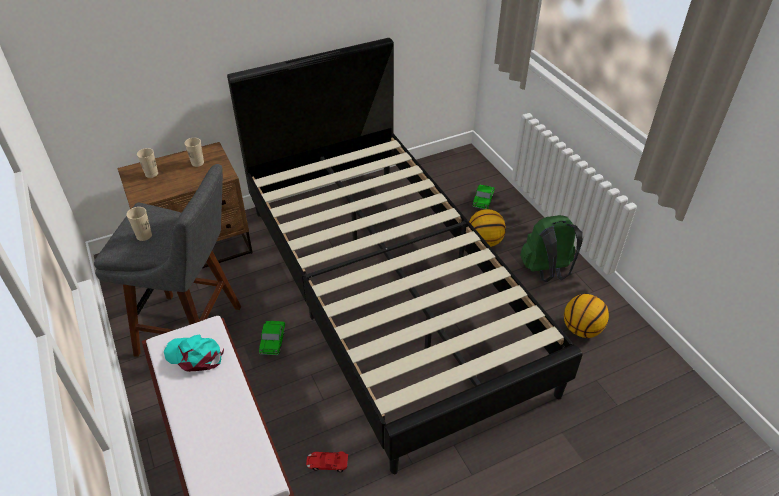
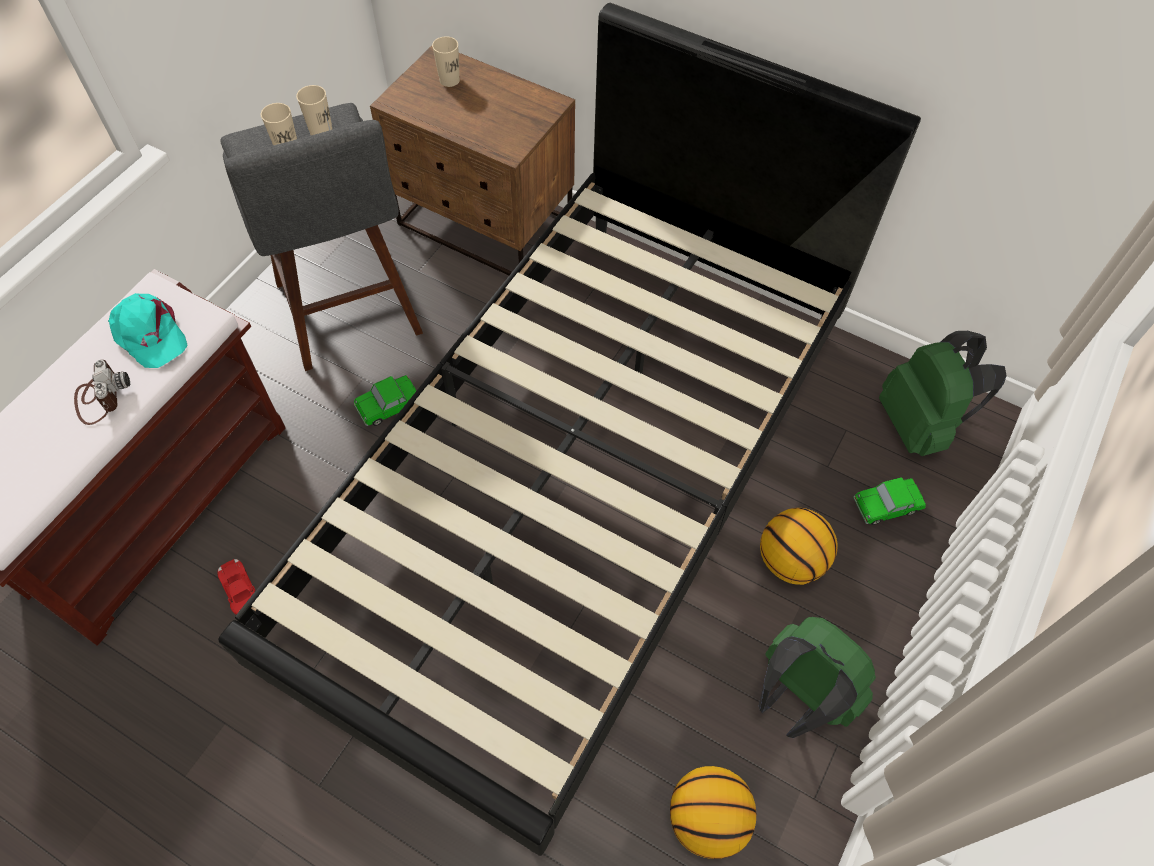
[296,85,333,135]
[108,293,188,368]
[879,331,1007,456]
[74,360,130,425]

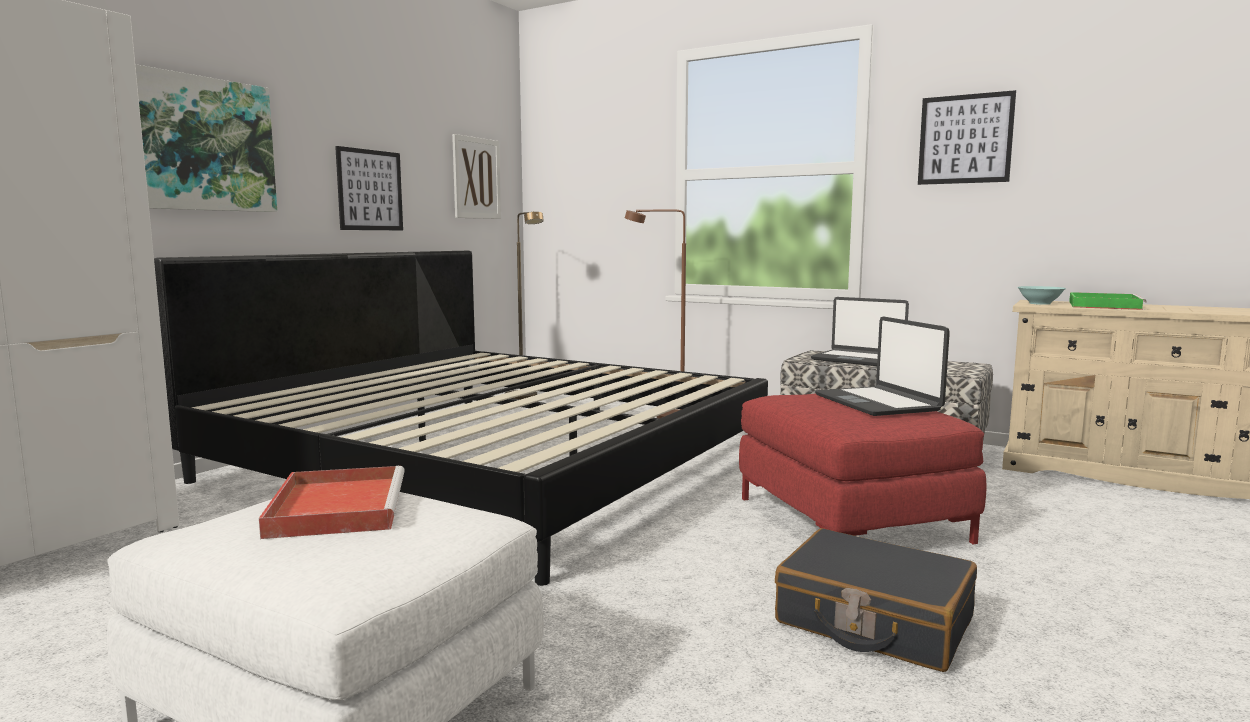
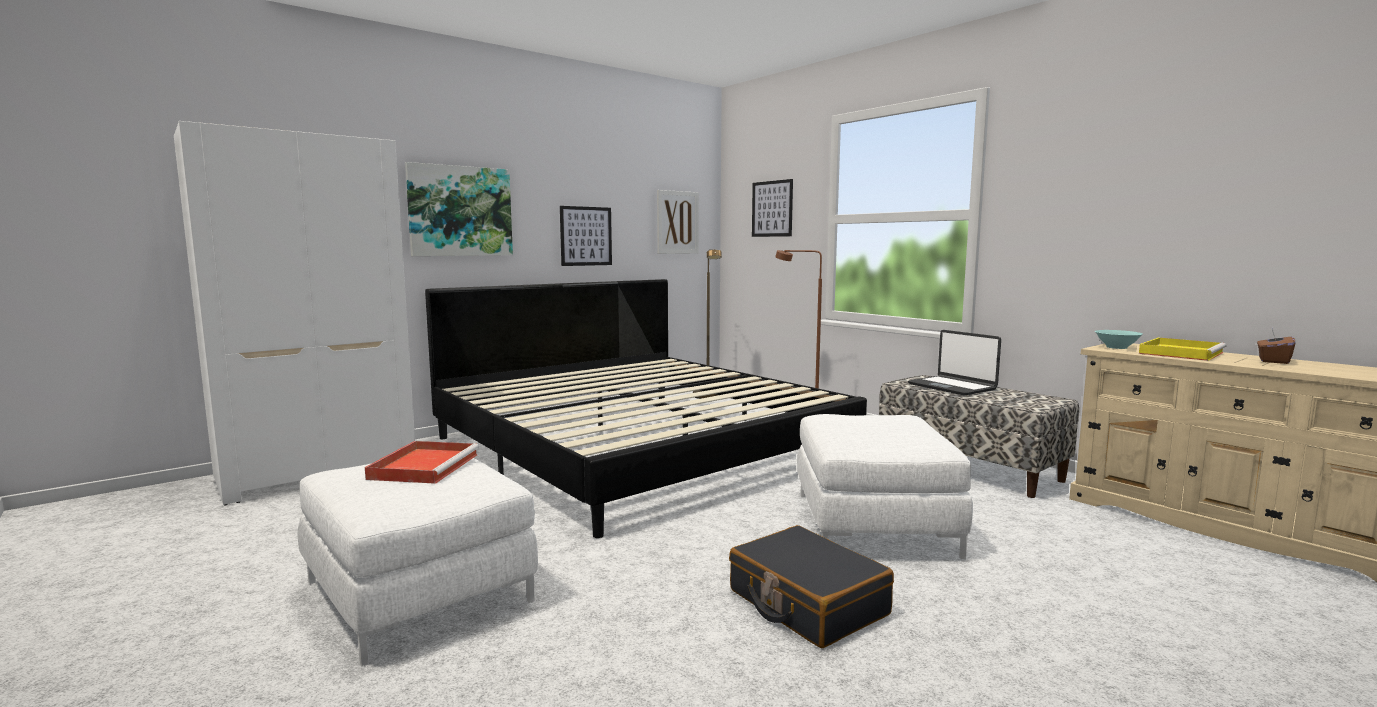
[752,179,793,237]
[1139,337,1227,361]
[815,316,950,416] (first image)
[797,414,973,560]
[1257,328,1295,364]

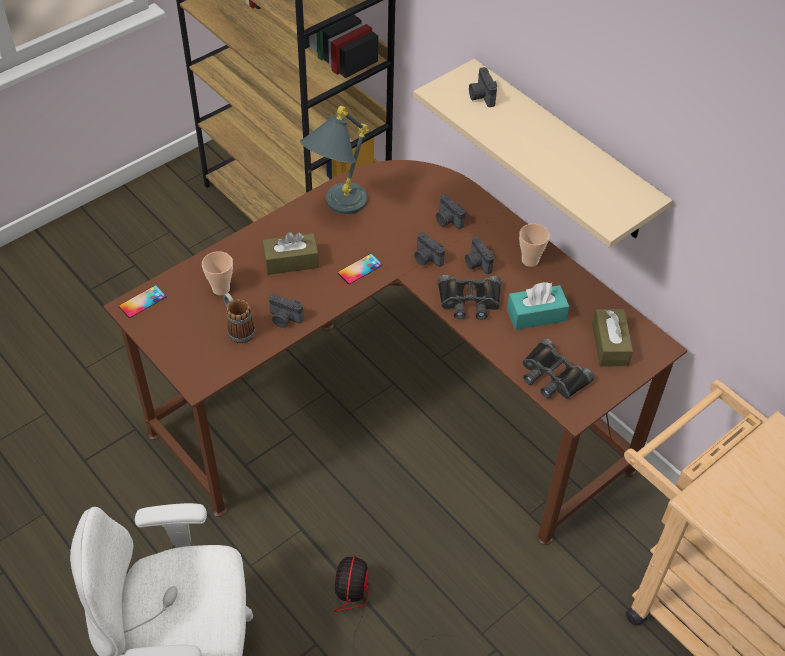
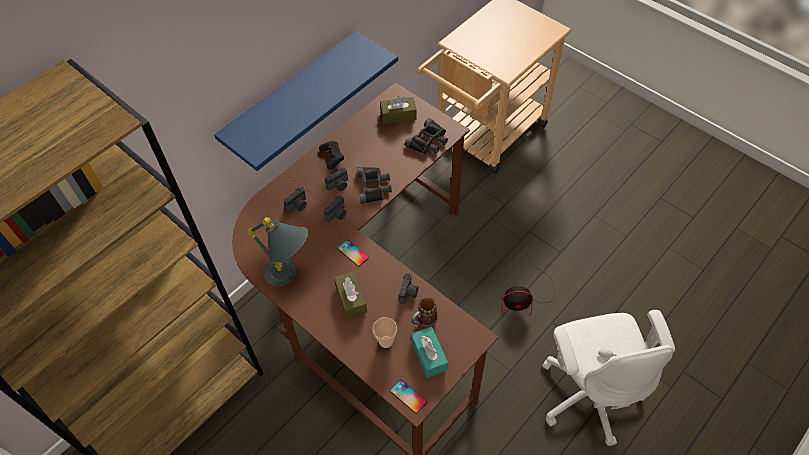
[214,31,398,171]
[469,67,497,107] (first image)
[319,141,344,169]
[411,326,448,378]

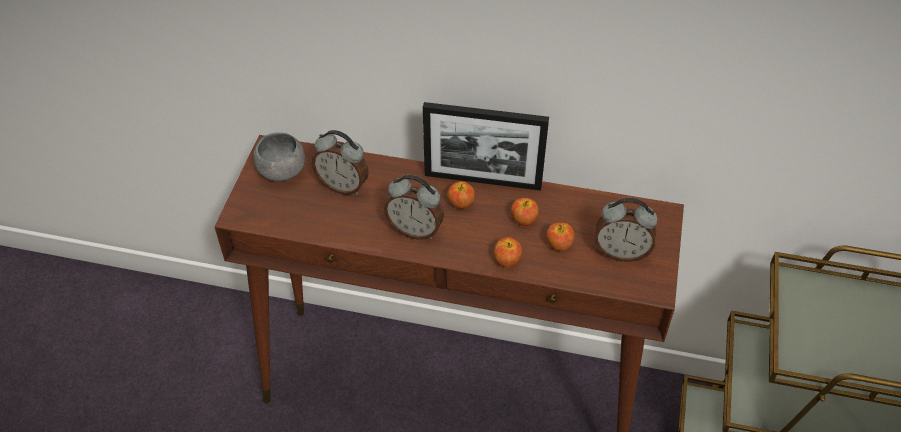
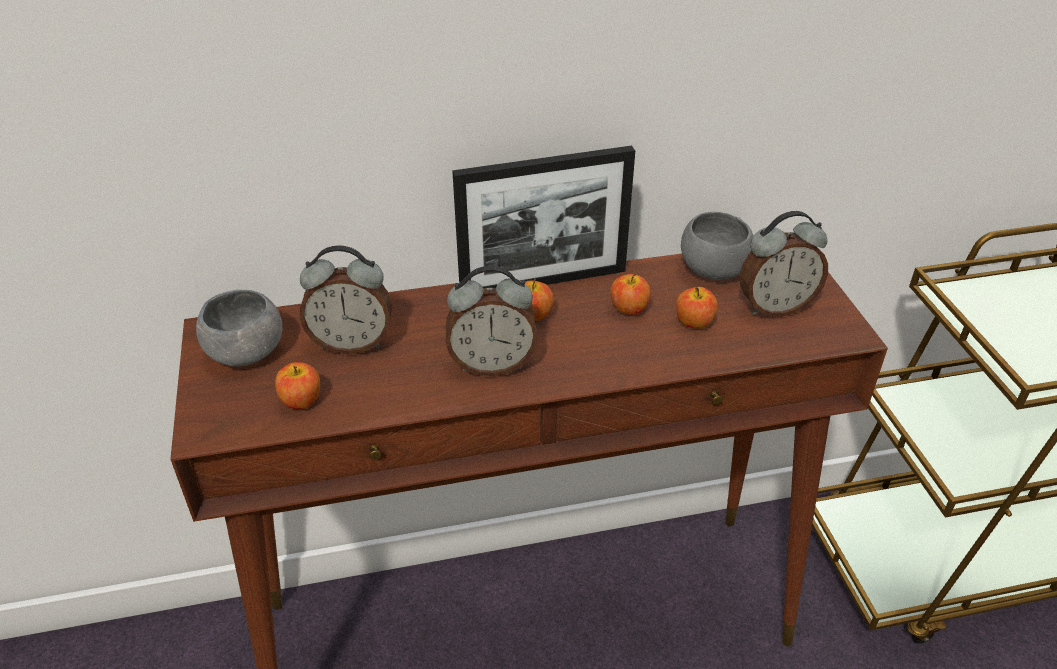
[275,362,320,409]
[681,212,753,280]

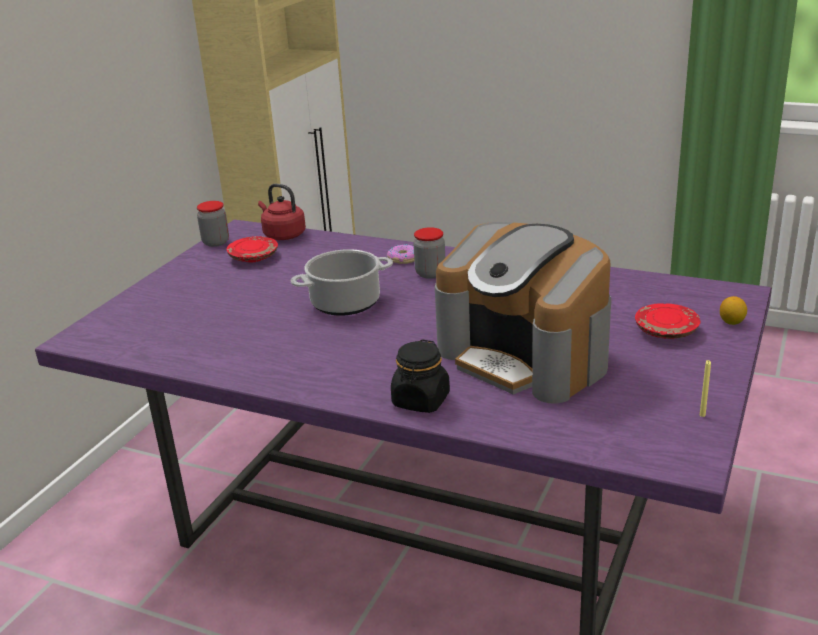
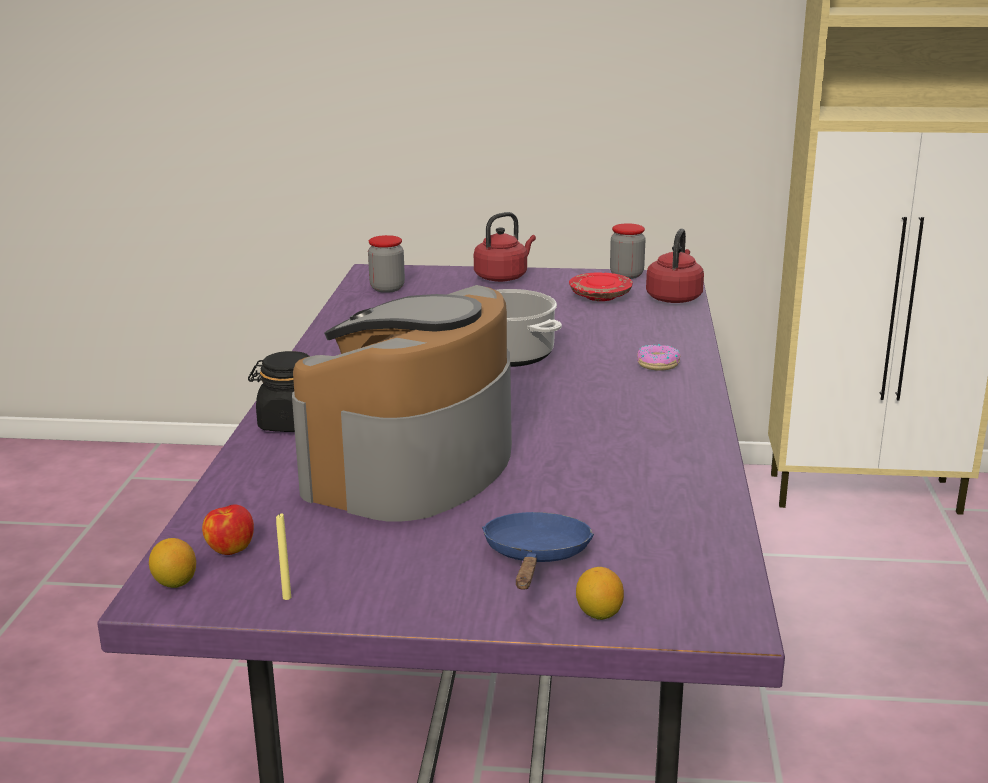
[368,235,405,293]
[482,512,594,590]
[474,212,536,282]
[202,505,254,555]
[149,538,196,588]

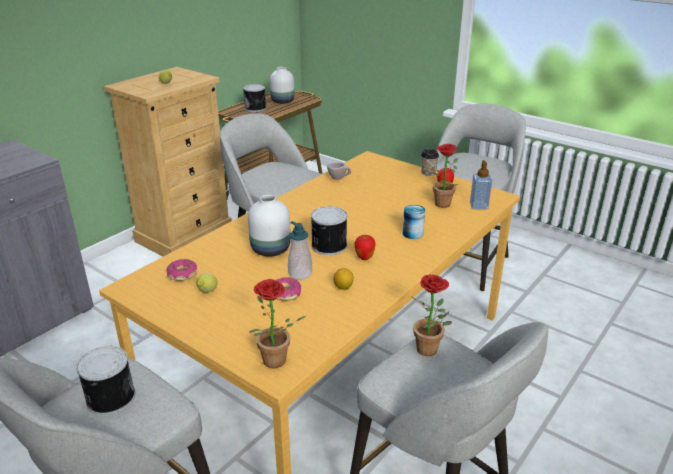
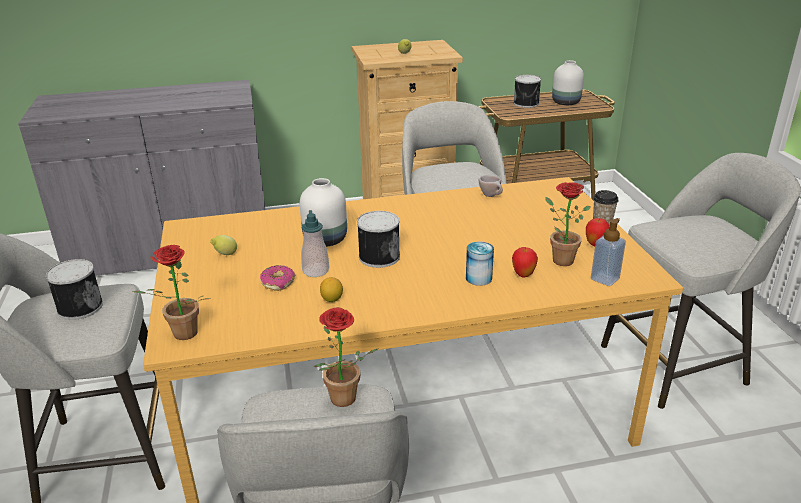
[512,247,538,278]
[167,259,197,281] (first image)

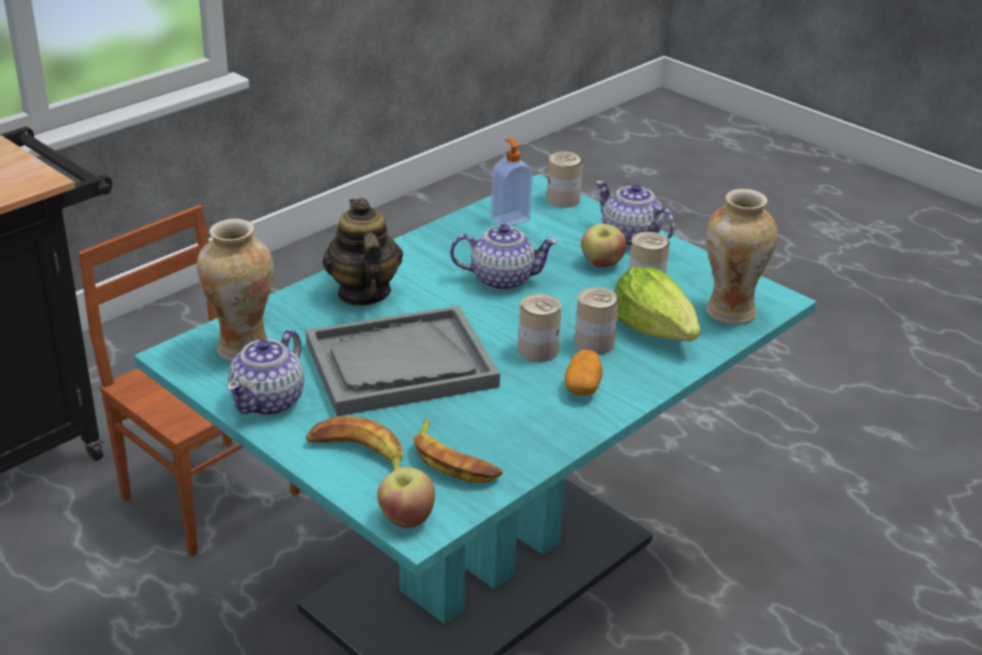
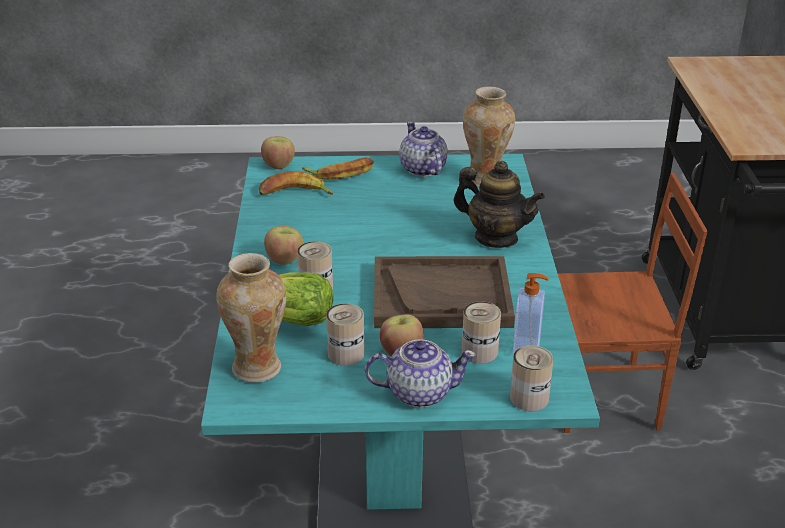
[374,256,515,328]
[462,301,501,364]
[306,306,500,416] (first image)
[264,226,303,265]

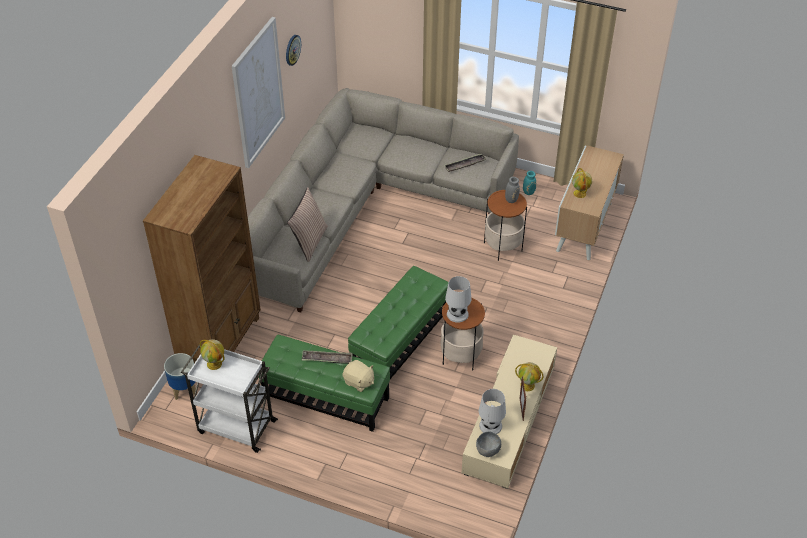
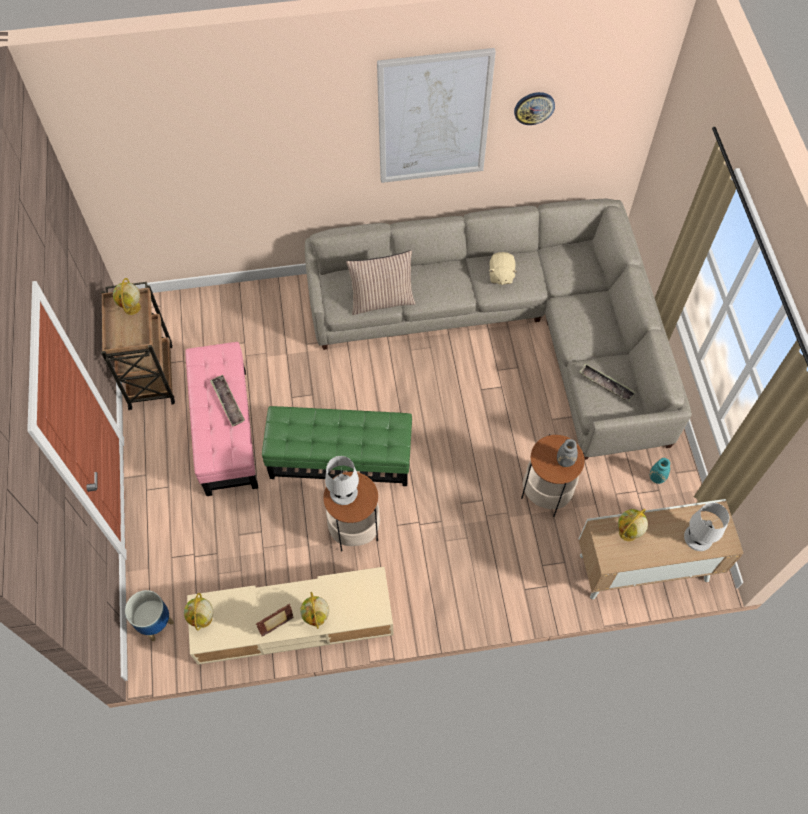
[143,155,261,363] (first image)
[185,342,258,496]
[101,282,175,410]
[125,590,174,641]
[489,252,517,285]
[684,502,730,551]
[184,593,213,631]

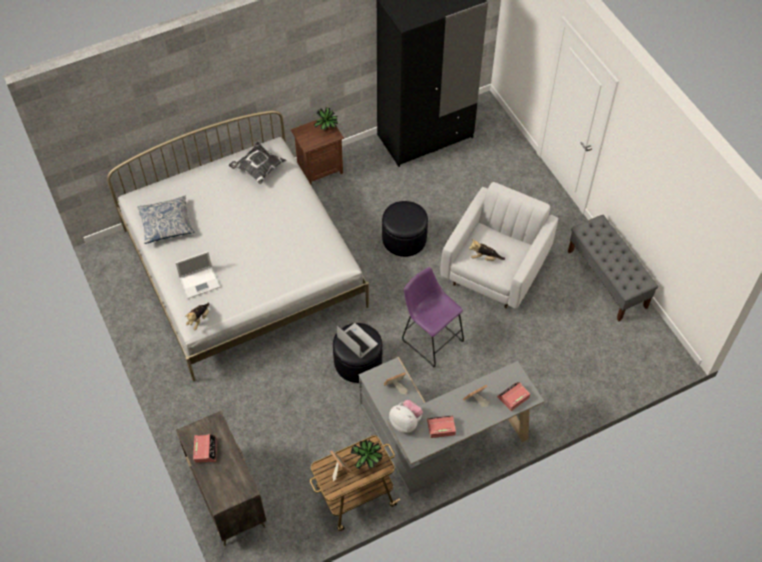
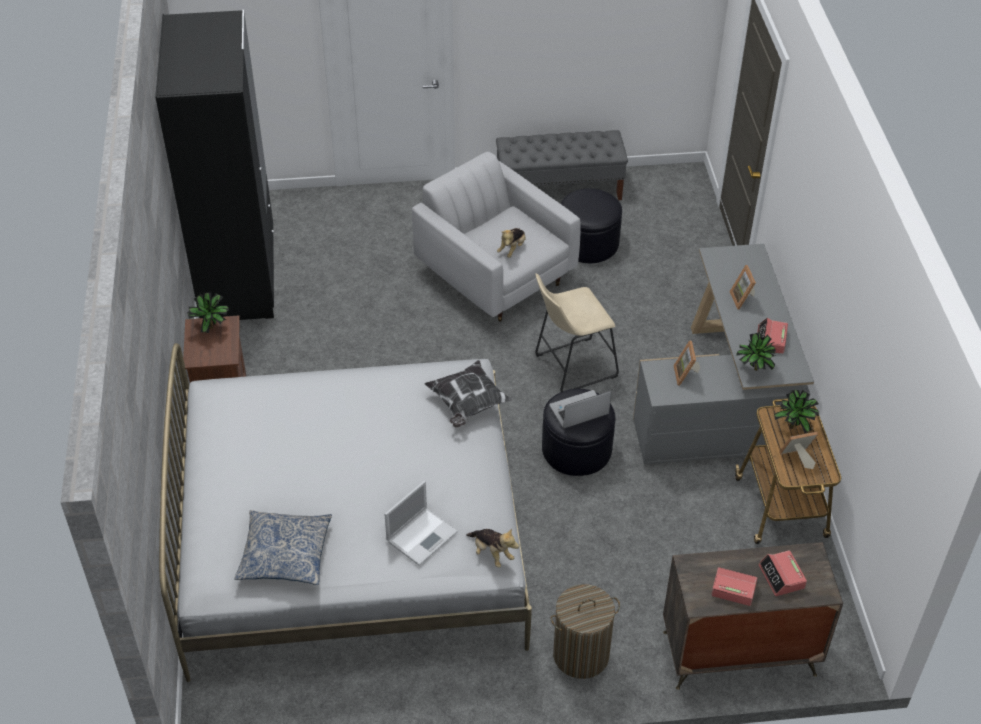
[424,360,512,428]
[561,188,622,263]
[385,481,458,566]
[535,273,619,392]
[758,550,807,596]
[736,332,776,371]
[550,584,620,679]

